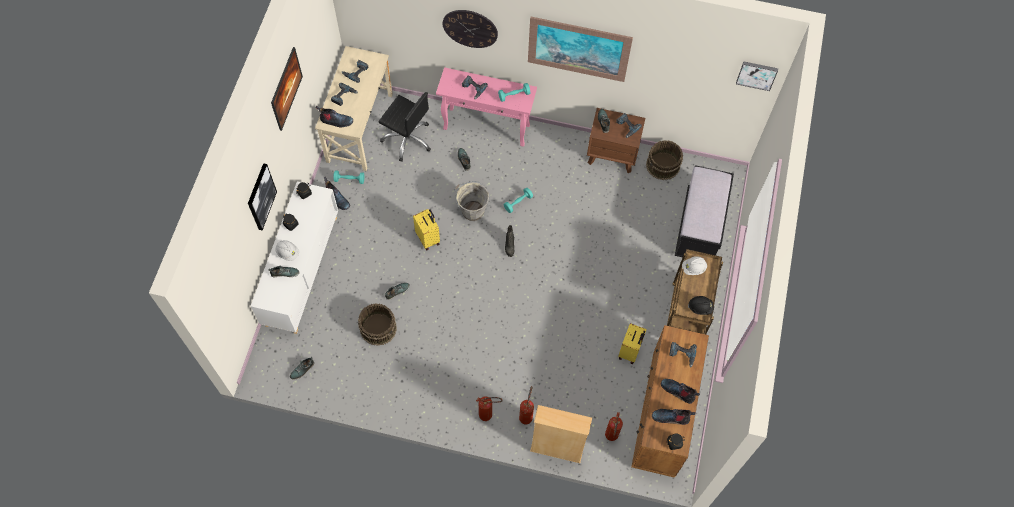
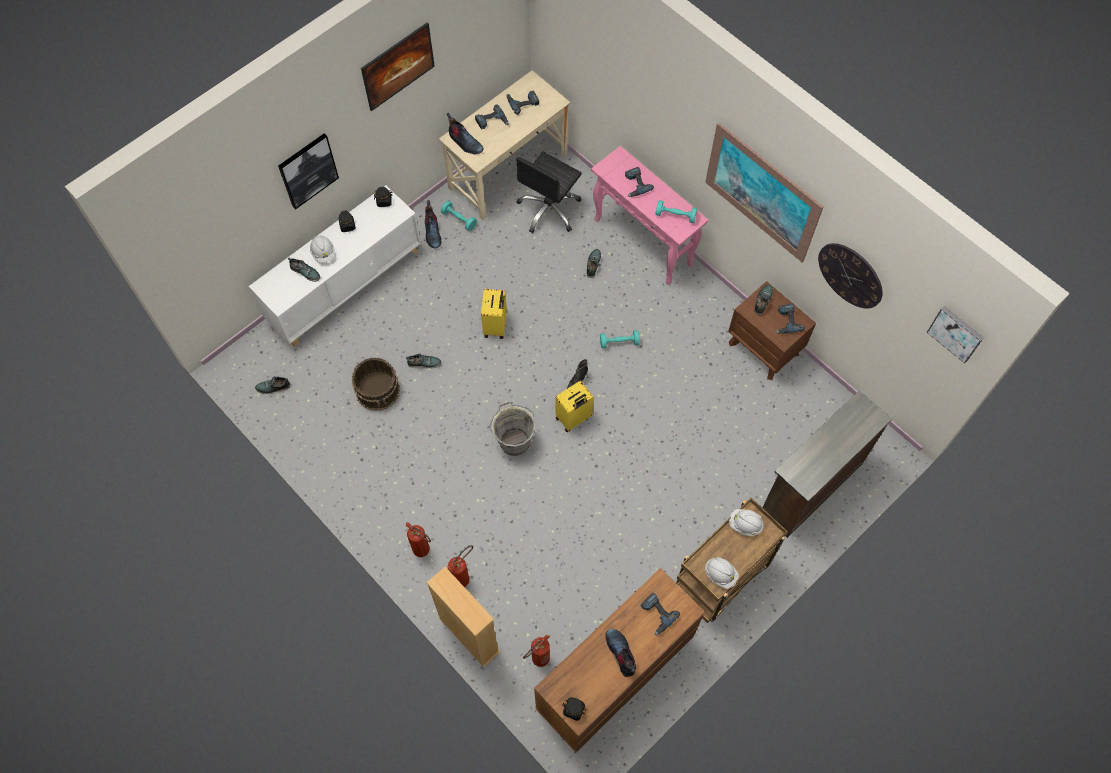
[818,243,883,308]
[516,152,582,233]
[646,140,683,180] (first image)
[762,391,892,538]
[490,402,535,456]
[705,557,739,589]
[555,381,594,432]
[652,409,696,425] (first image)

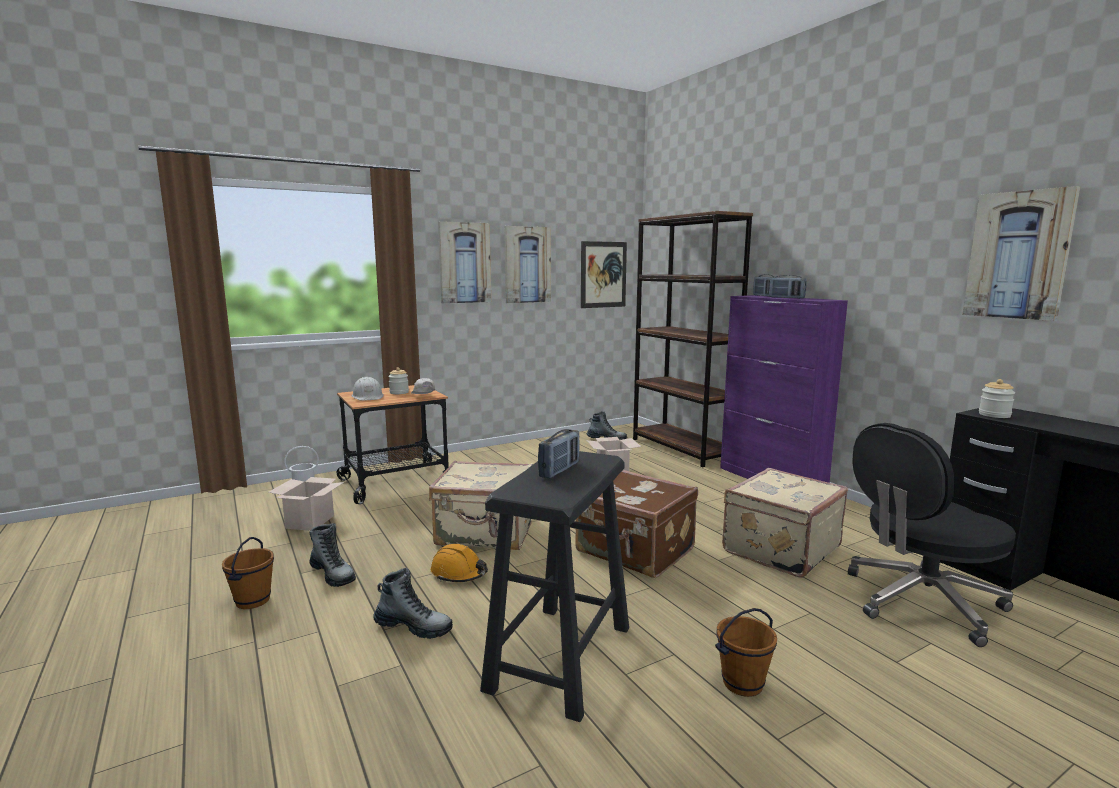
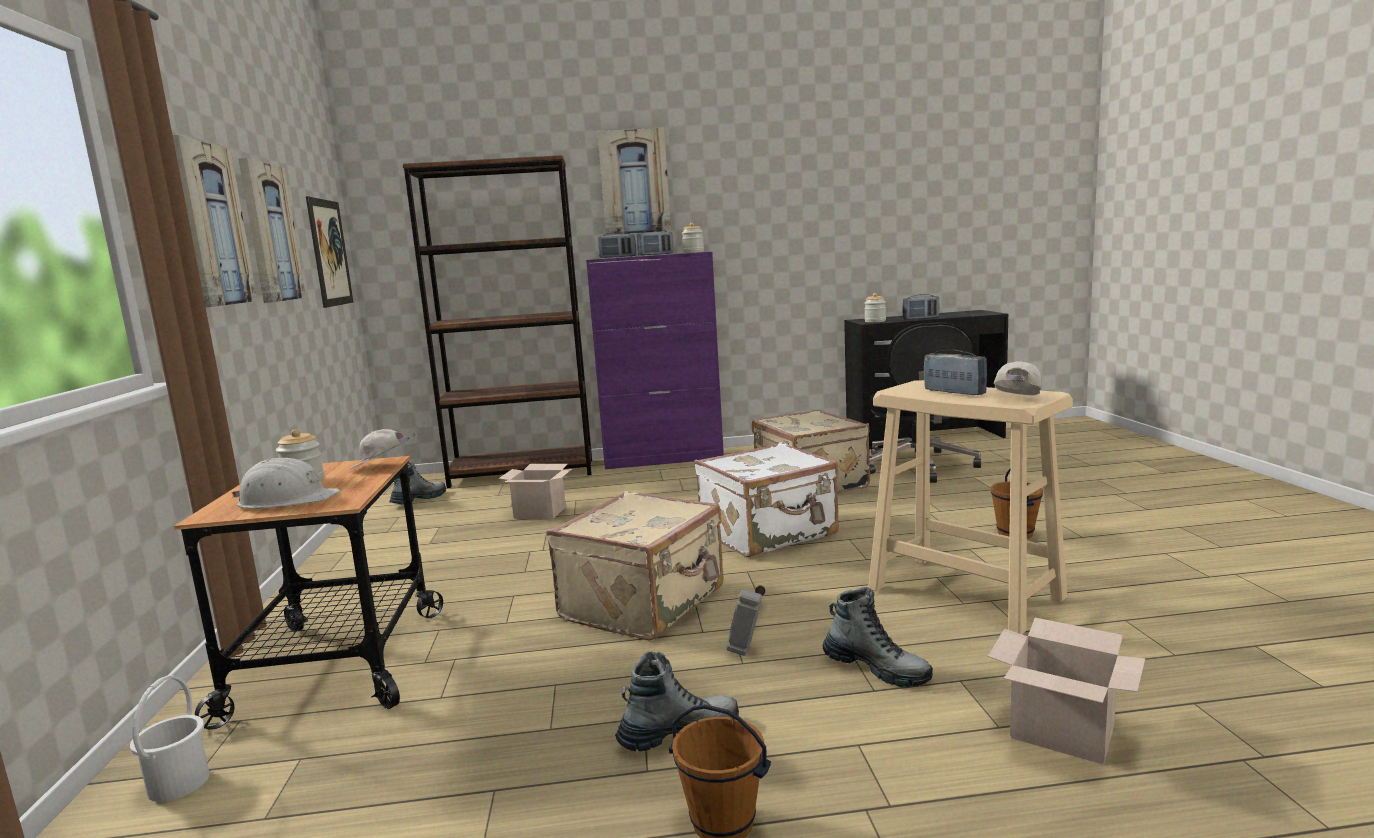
[597,128,671,235]
[868,380,1073,634]
[694,442,839,557]
[988,618,1145,764]
[726,585,766,656]
[823,587,933,687]
[682,223,704,253]
[902,294,939,320]
[993,361,1041,395]

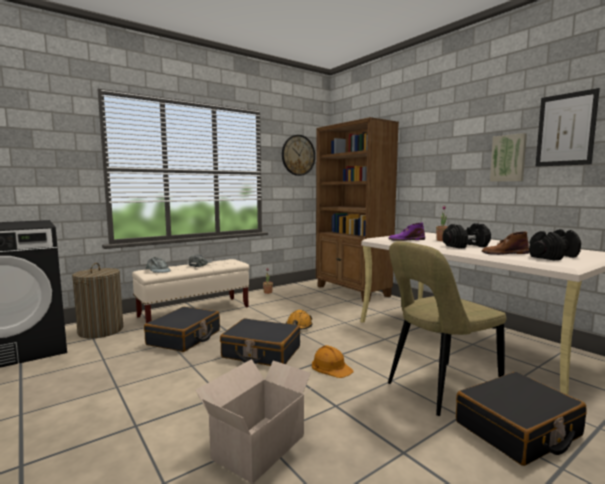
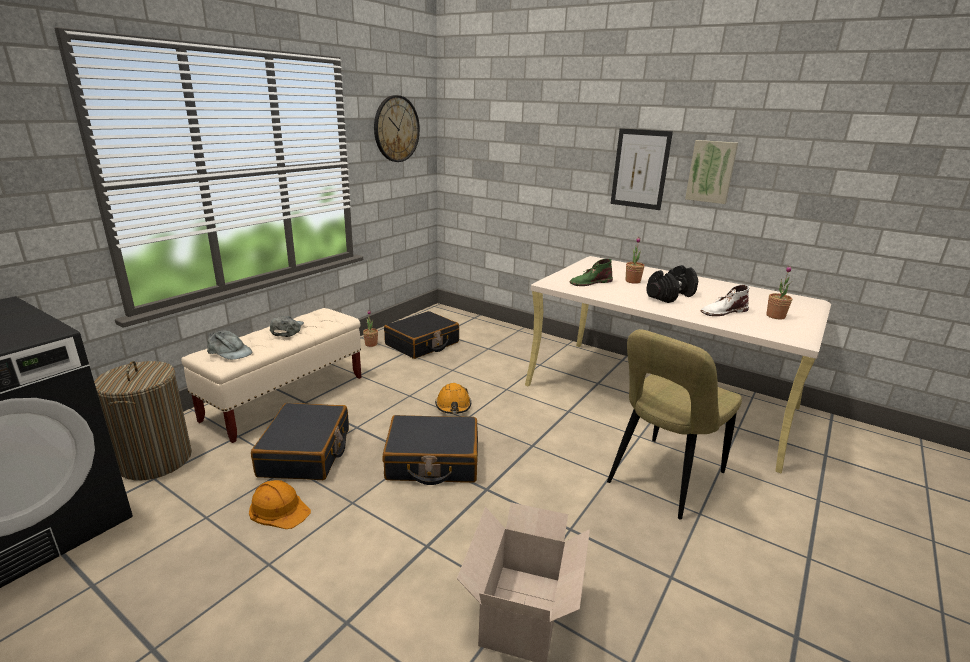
[611,128,673,210]
[316,117,399,302] (first image)
[570,259,613,286]
[766,266,792,319]
[701,285,750,316]
[249,480,311,529]
[384,311,459,359]

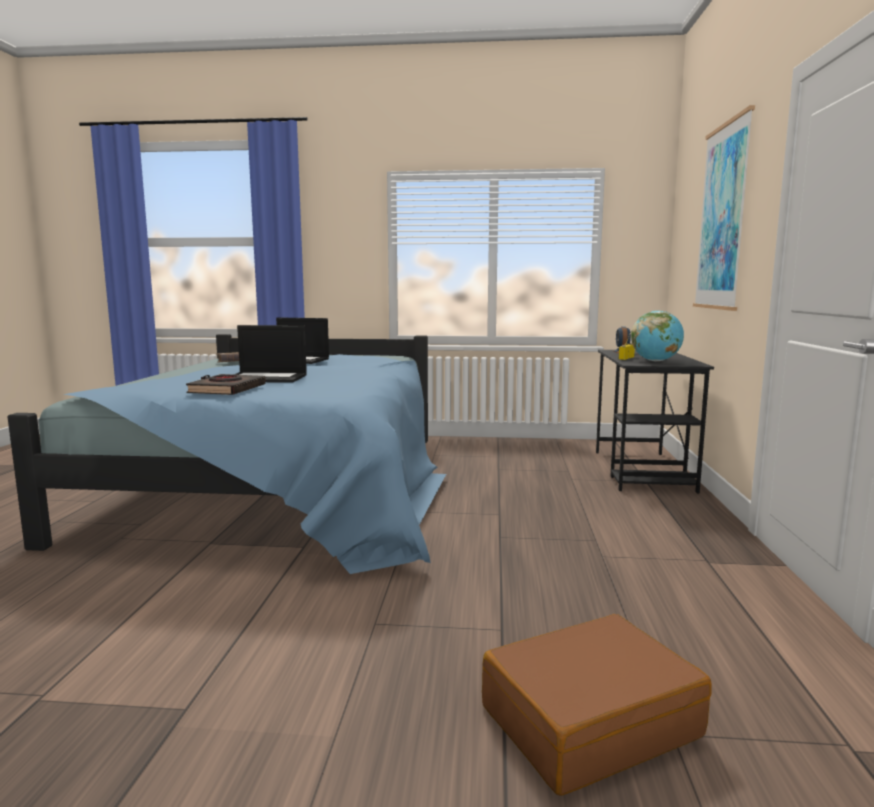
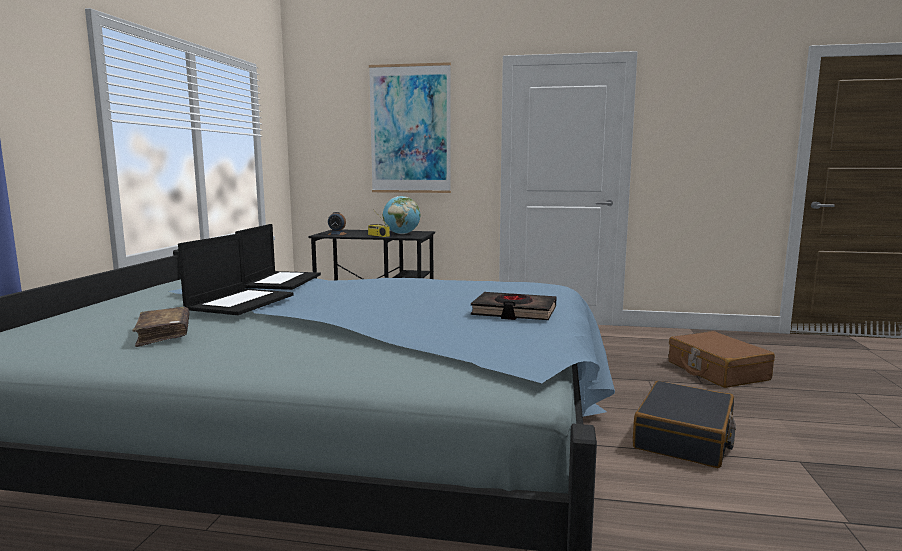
[235,224,321,290]
[633,381,736,468]

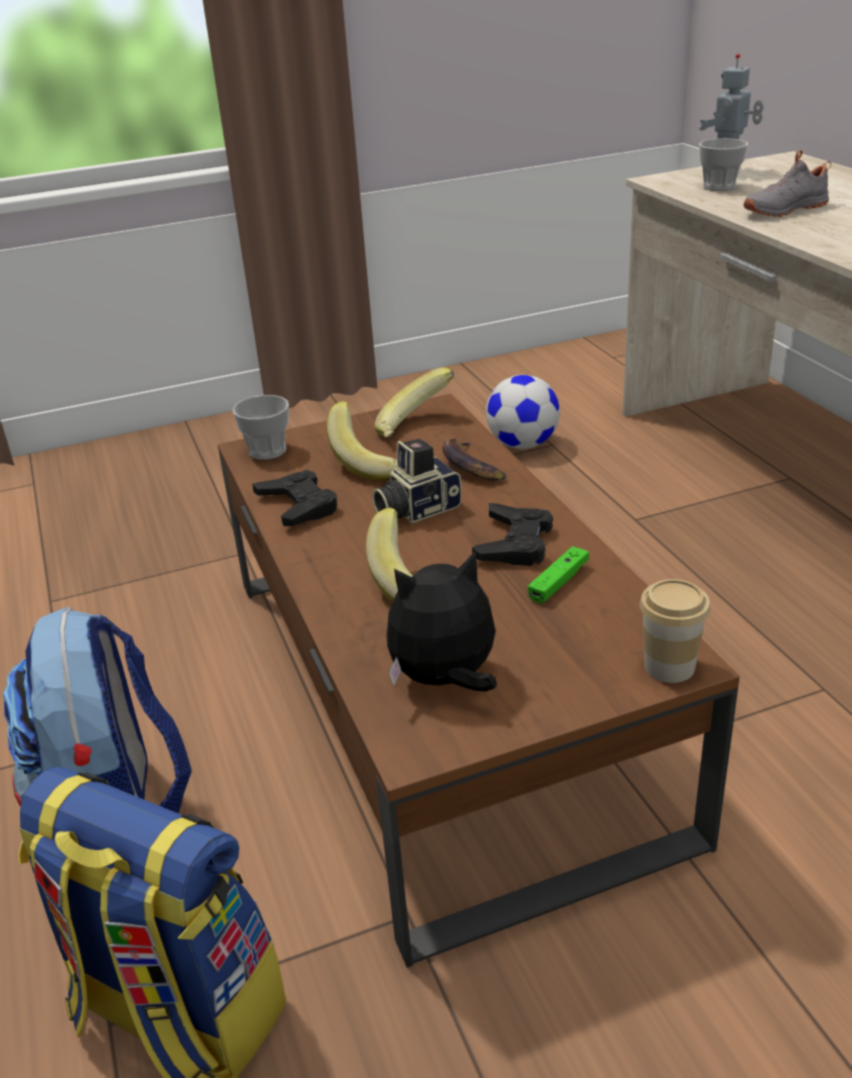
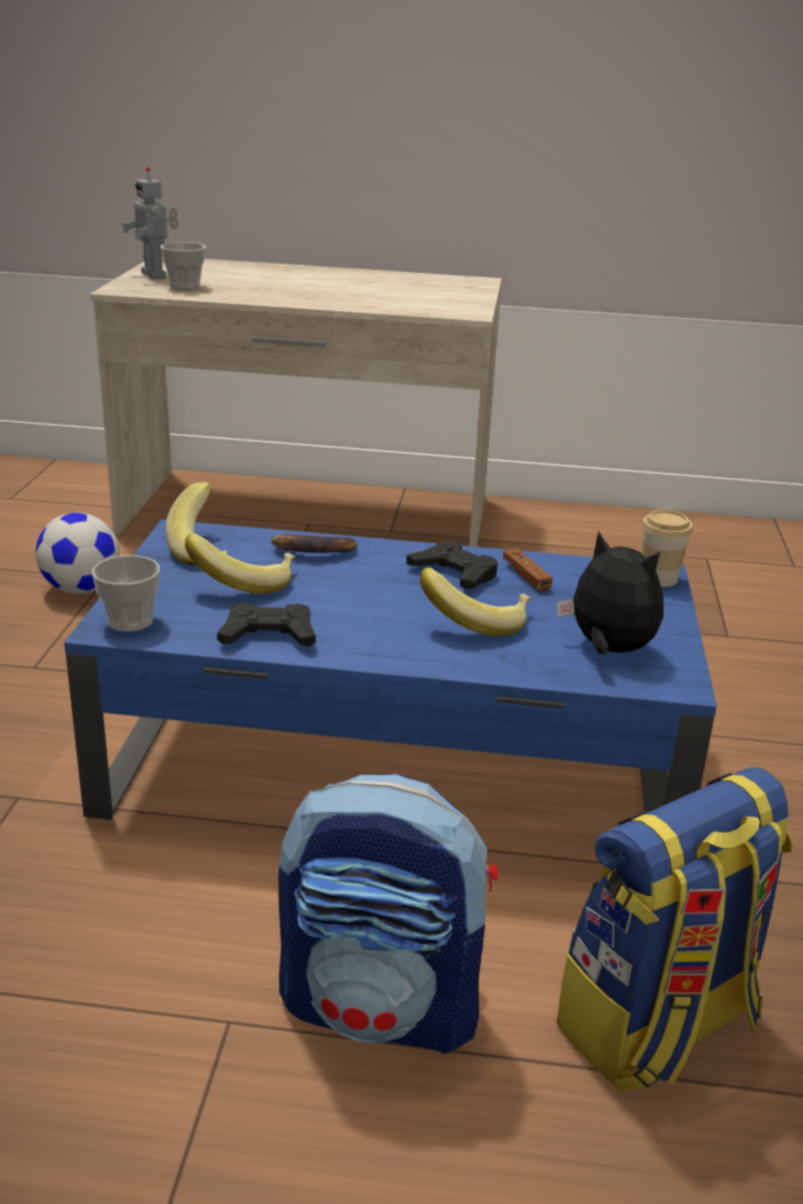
[744,150,831,217] (first image)
[64,519,717,820]
[372,439,462,523] (first image)
[503,548,553,592]
[557,531,664,654]

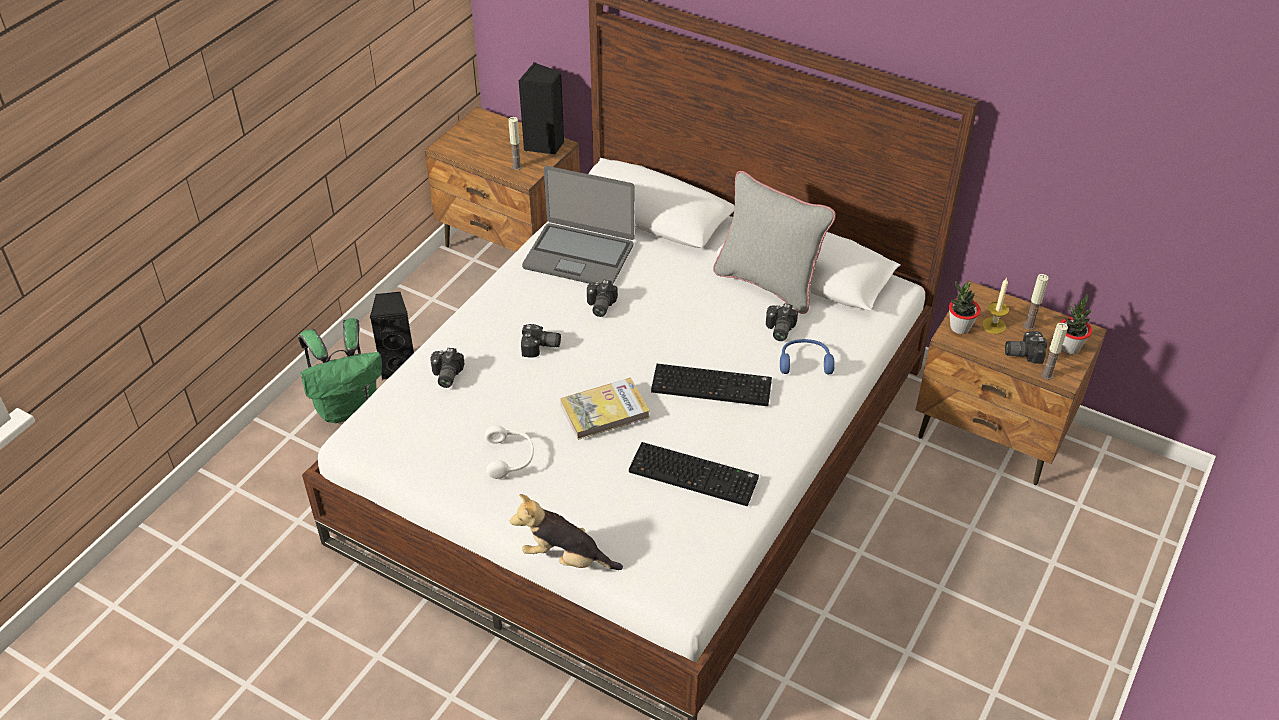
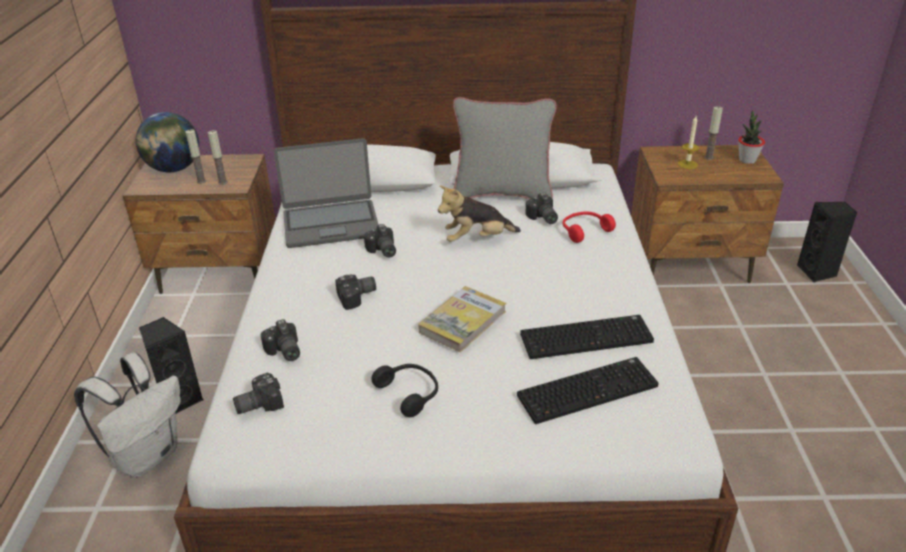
[797,202,857,282]
[949,282,981,334] (first image)
[74,352,181,477]
[186,129,206,184]
[233,373,284,414]
[563,212,616,243]
[517,357,659,424]
[371,364,438,417]
[438,186,521,242]
[136,112,199,172]

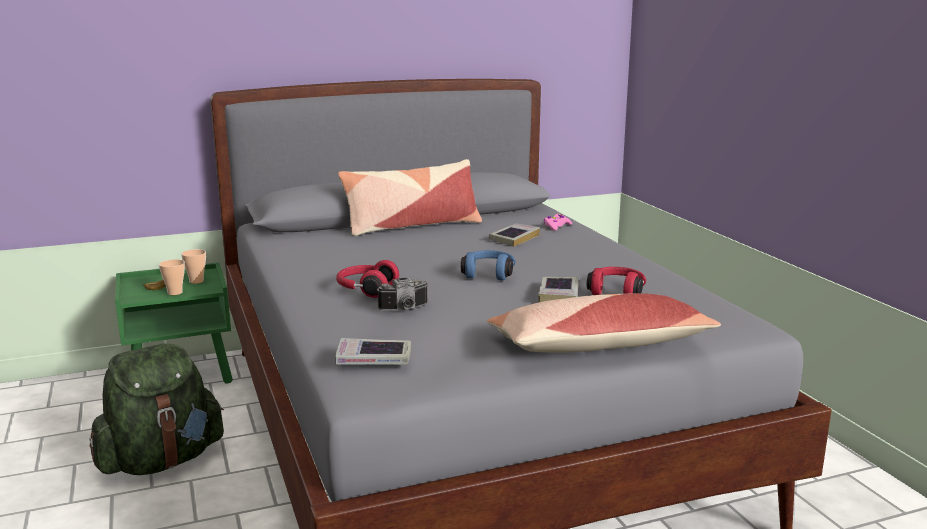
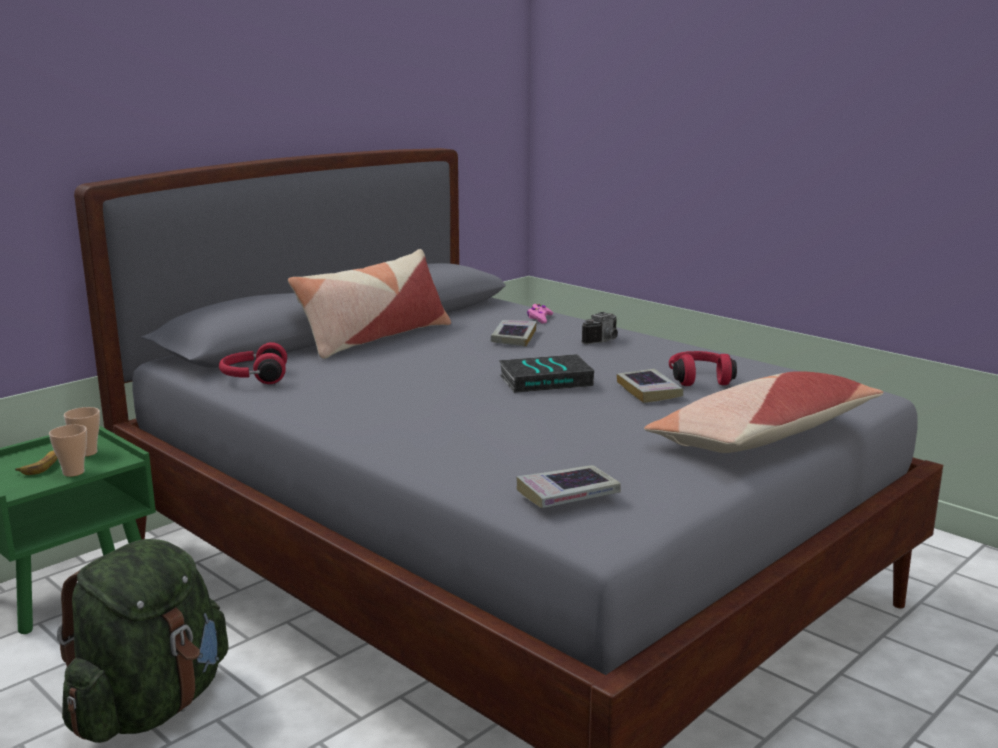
[499,354,594,393]
[219,342,287,384]
[582,312,618,345]

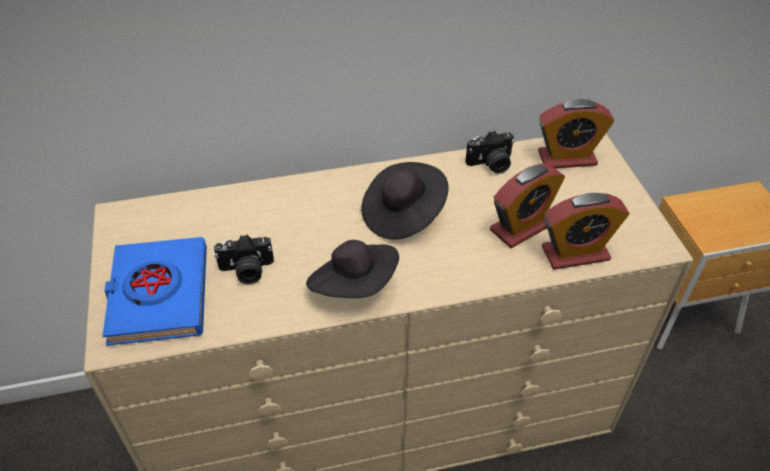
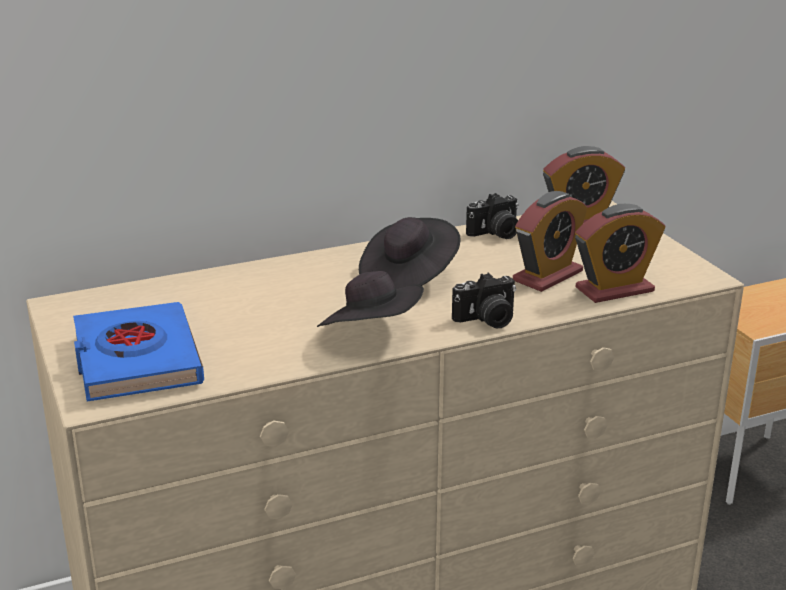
[452,273,516,329]

